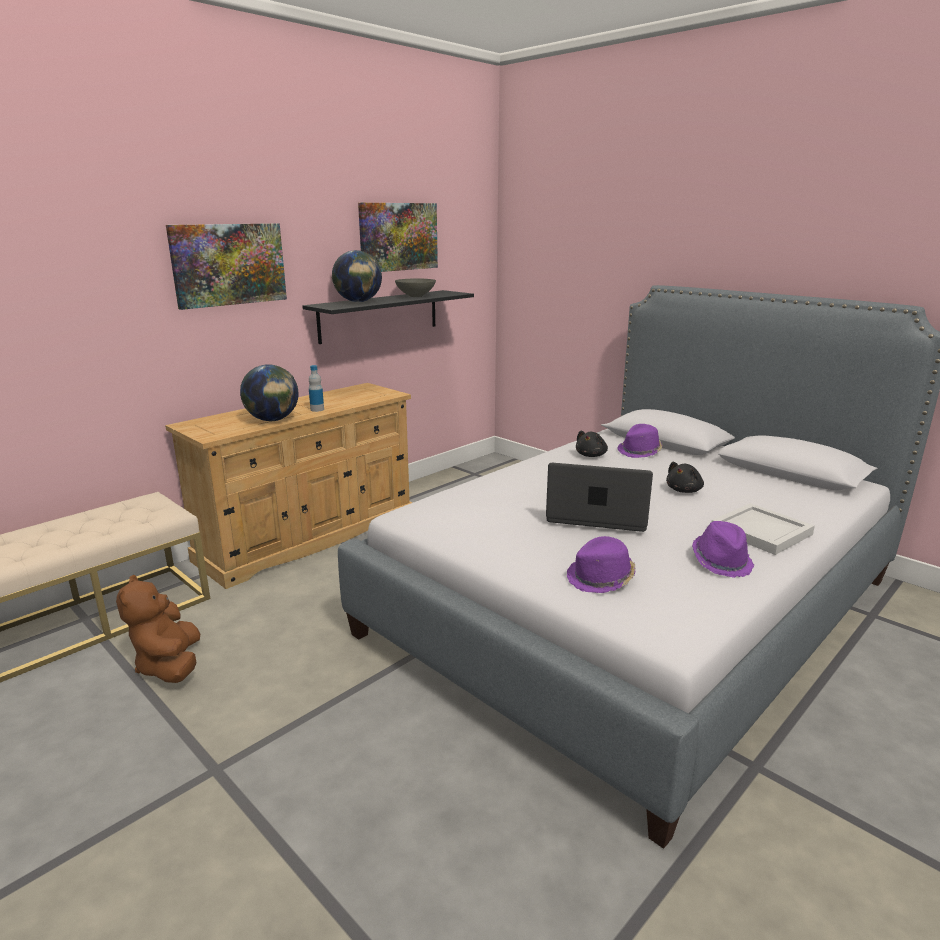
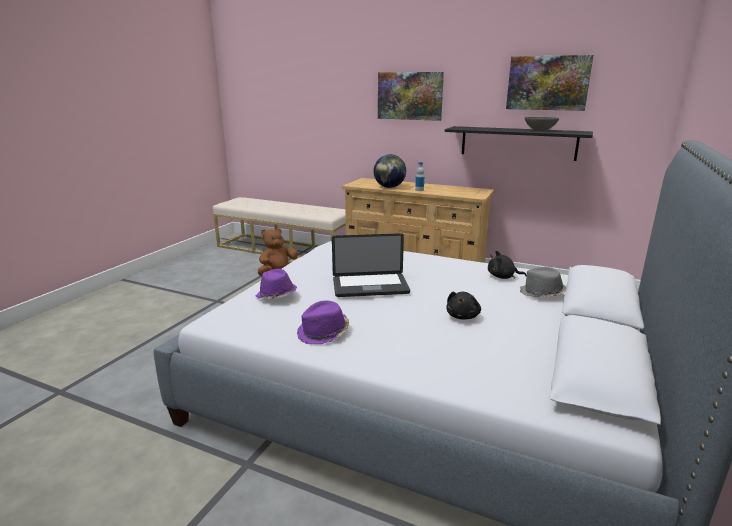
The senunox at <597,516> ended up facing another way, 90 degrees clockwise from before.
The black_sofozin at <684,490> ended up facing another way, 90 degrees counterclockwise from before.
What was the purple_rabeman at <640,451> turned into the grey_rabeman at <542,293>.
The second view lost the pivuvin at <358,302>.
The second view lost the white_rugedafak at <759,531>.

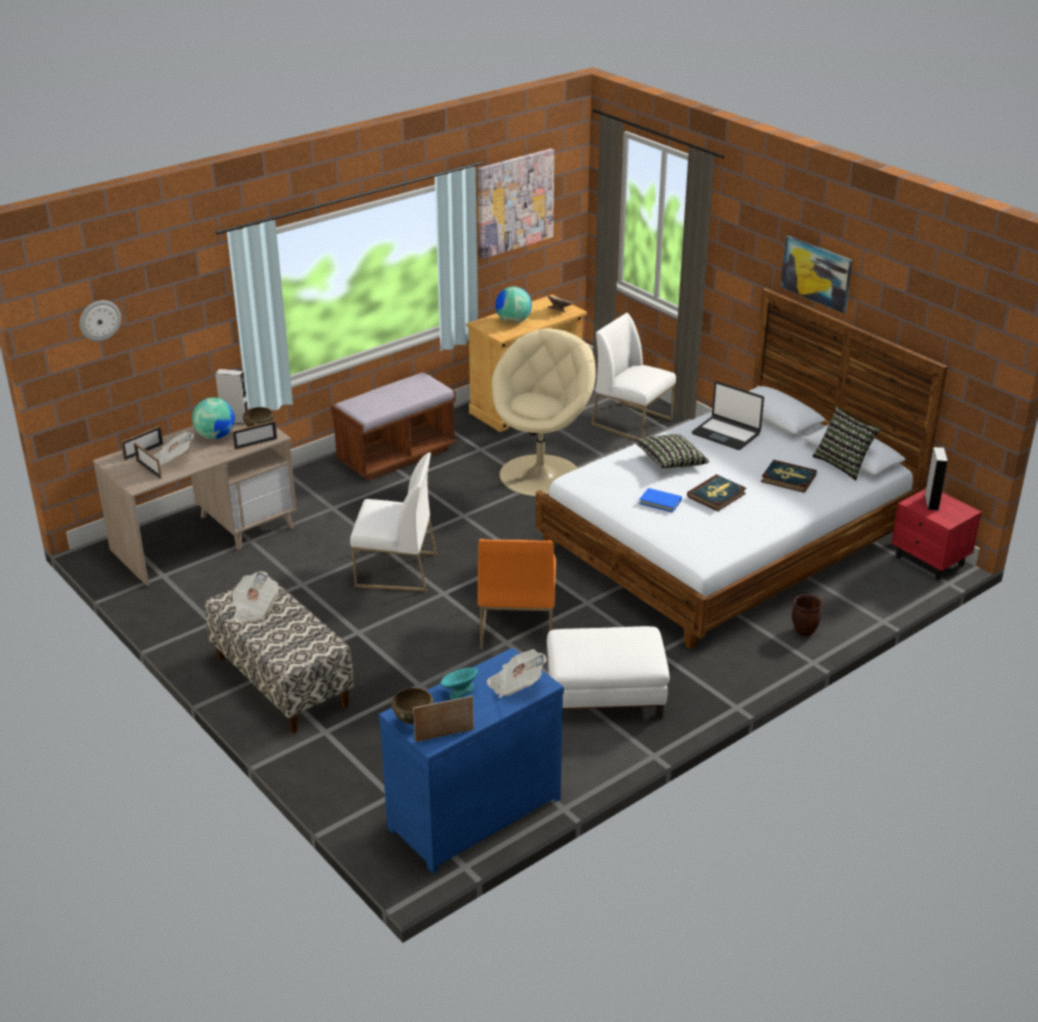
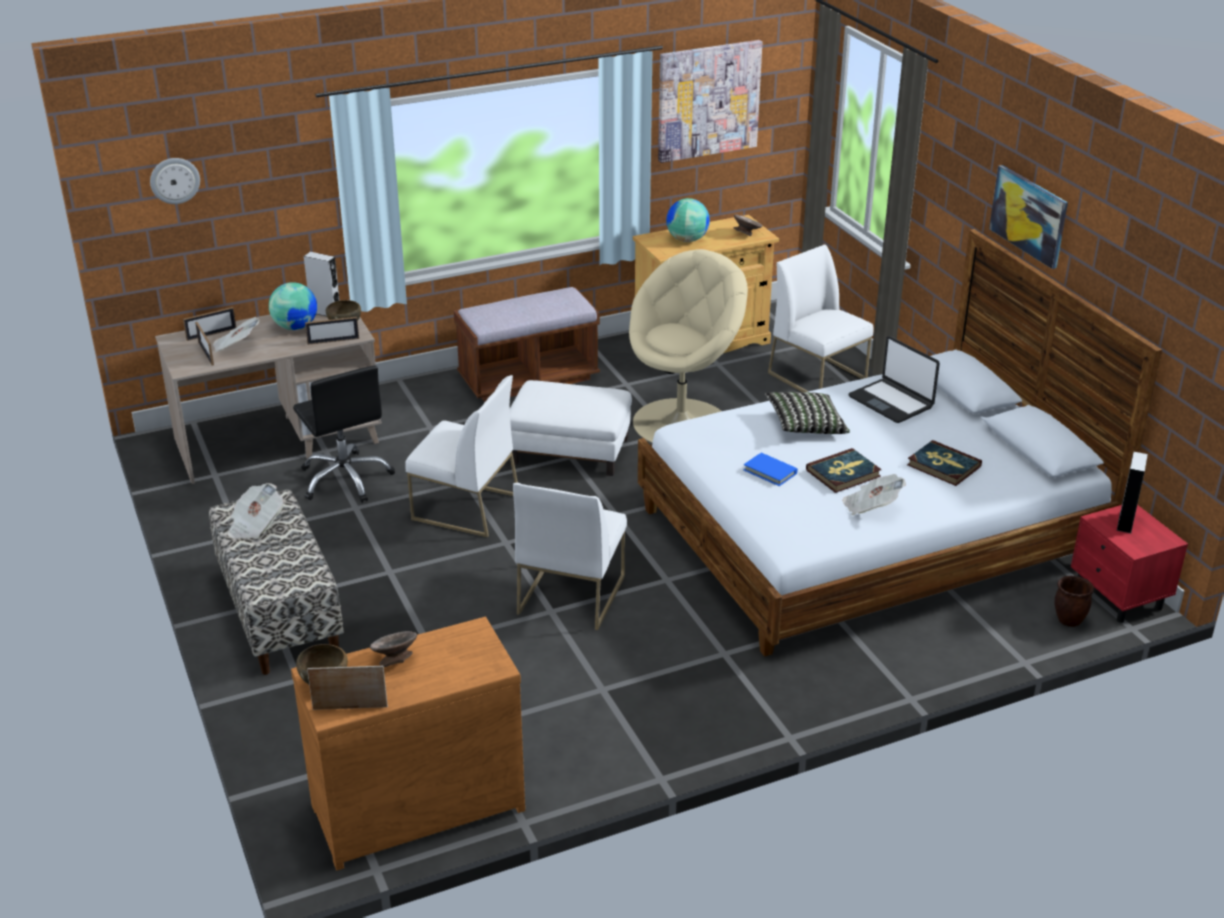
What was the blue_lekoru at <470,811> turned into the brown_lekoru at <415,804>.
The second view gained the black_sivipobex at <346,479>.
What was the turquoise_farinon at <459,692> turned into the grey_farinon at <394,659>.
The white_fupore ended up elsewhere, having gone from <605,696> to <569,451>.
What was the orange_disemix at <516,626> turned into the white_disemix at <570,594>.
The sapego ended up elsewhere, having gone from <516,685> to <871,507>.
The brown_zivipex ended up elsewhere, having gone from <804,631> to <1069,620>.
The second view lost the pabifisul at <843,464>.

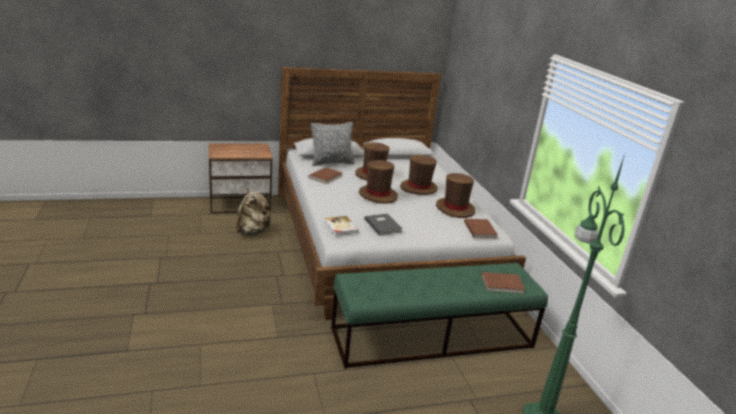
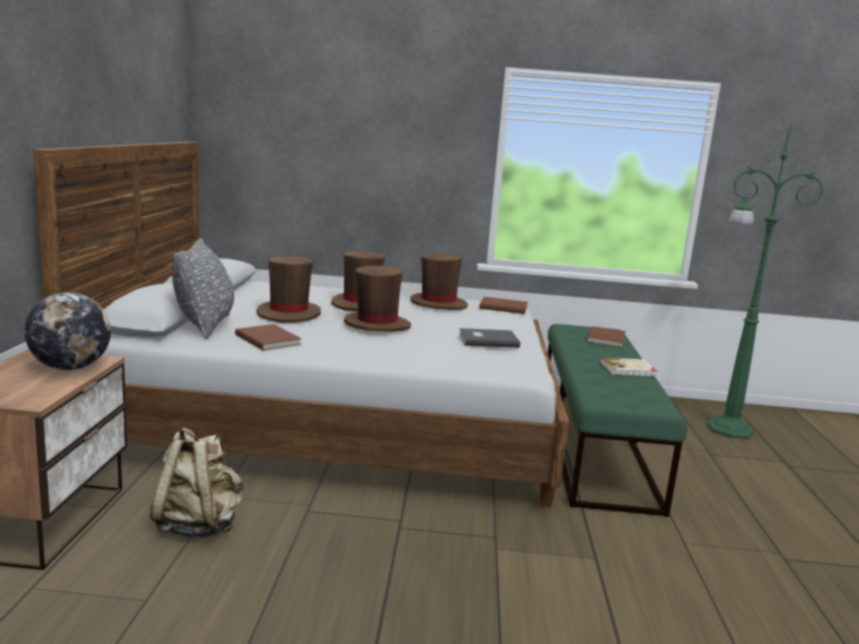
The second view gained the pivuvin at <70,368>.
The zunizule ended up elsewhere, having gone from <340,227> to <628,369>.

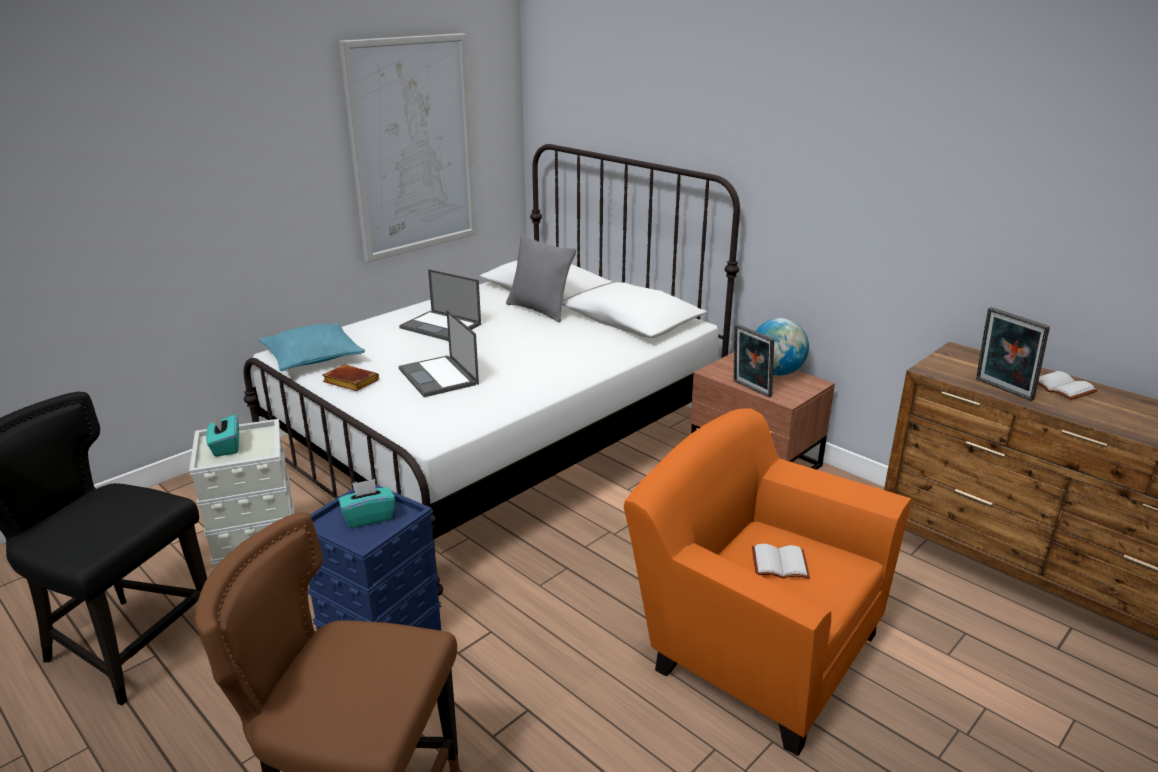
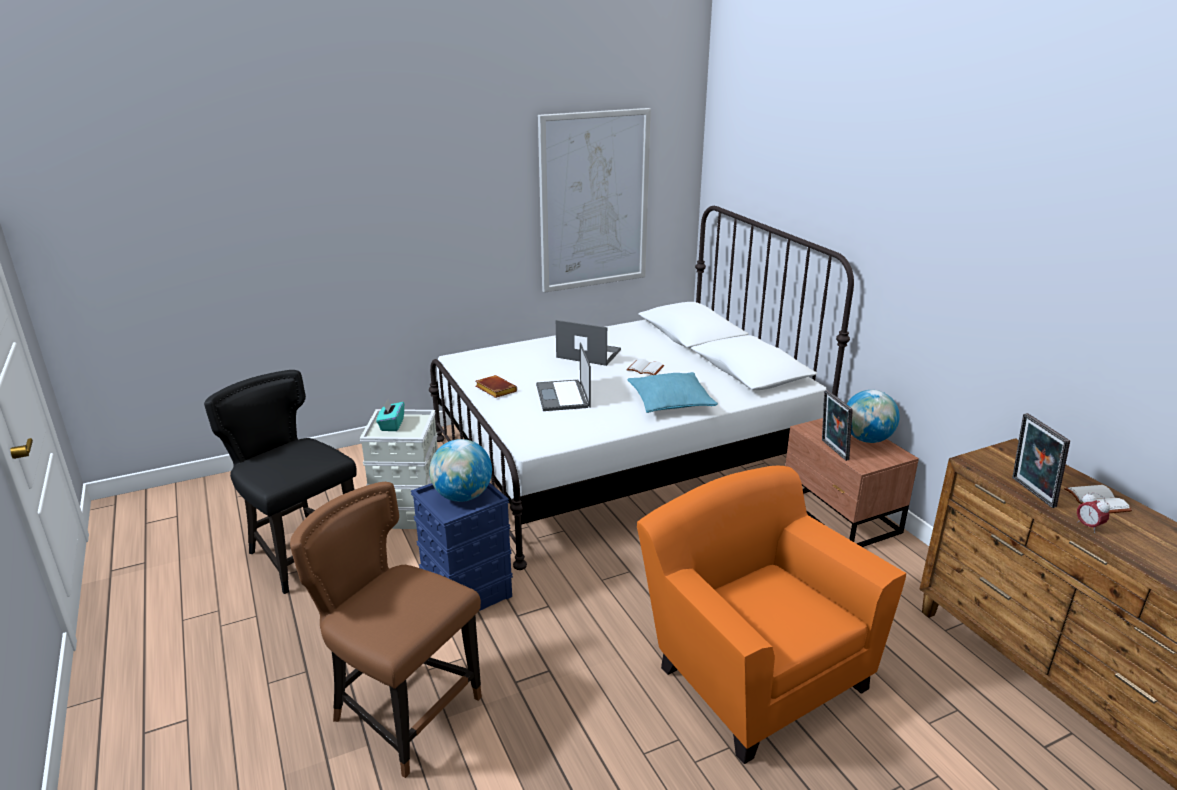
Where the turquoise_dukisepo stood at <368,517>, the pivuvin came to stand at <463,496>.
The senunox at <441,326> ended up facing another way, 150 degrees clockwise from before.
The white_zunizule ended up elsewhere, having gone from <779,565> to <644,369>.
The turquoise_pabifisul ended up elsewhere, having gone from <313,357> to <670,402>.
The second view gained the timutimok at <1088,526>.
The second view lost the grey_pabifisul at <539,310>.

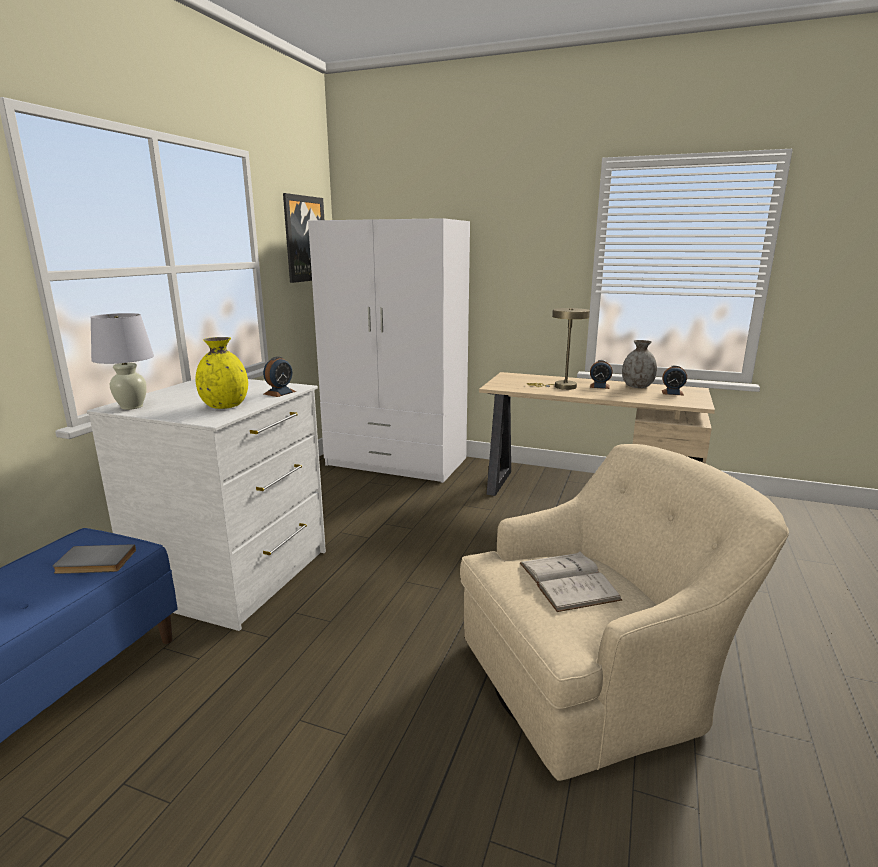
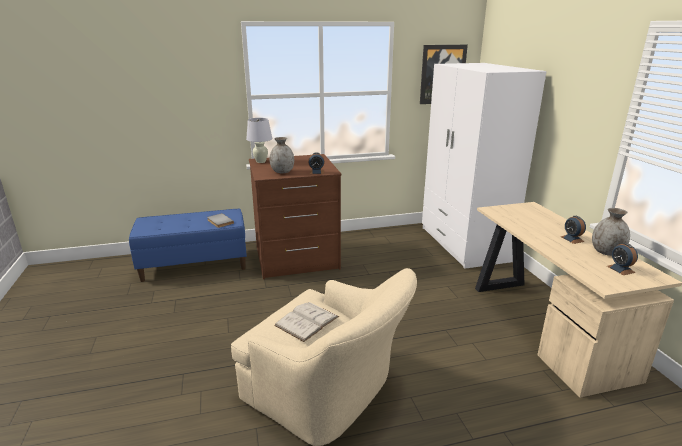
What was the white_lekoru at <235,575> turned into the brown_lekoru at <297,259>.
What was the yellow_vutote at <225,406> turned into the grey_vutote at <282,172>.
The second view lost the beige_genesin at <561,387>.

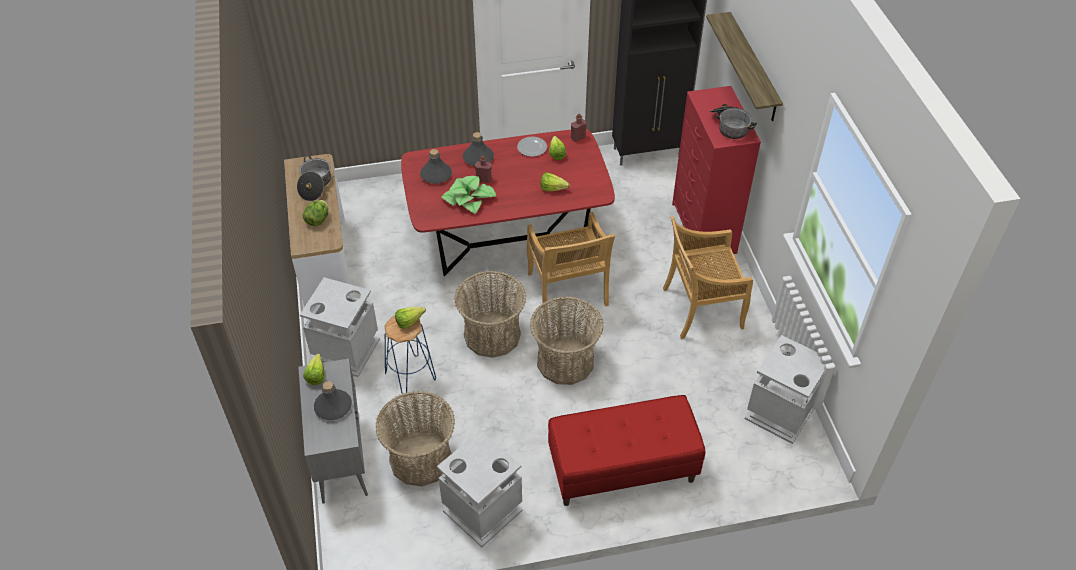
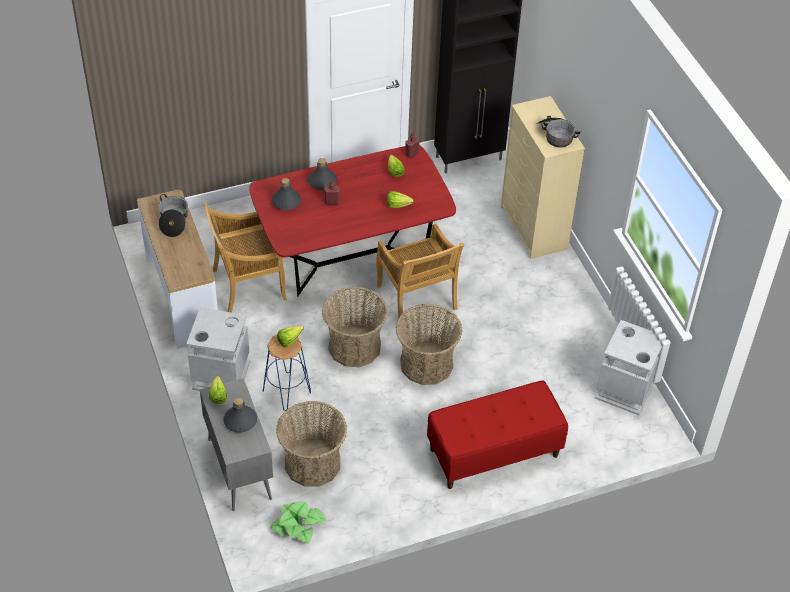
The beige_disemix ended up elsewhere, having gone from <701,309> to <247,285>.
The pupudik ended up elsewhere, having gone from <469,199> to <298,525>.
What was the red_lekoru at <704,229> turned into the beige_lekoru at <533,228>.
The second view lost the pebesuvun at <318,220>.
The second view lost the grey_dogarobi at <481,511>.
The second view lost the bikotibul at <531,147>.
The second view lost the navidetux at <753,68>.

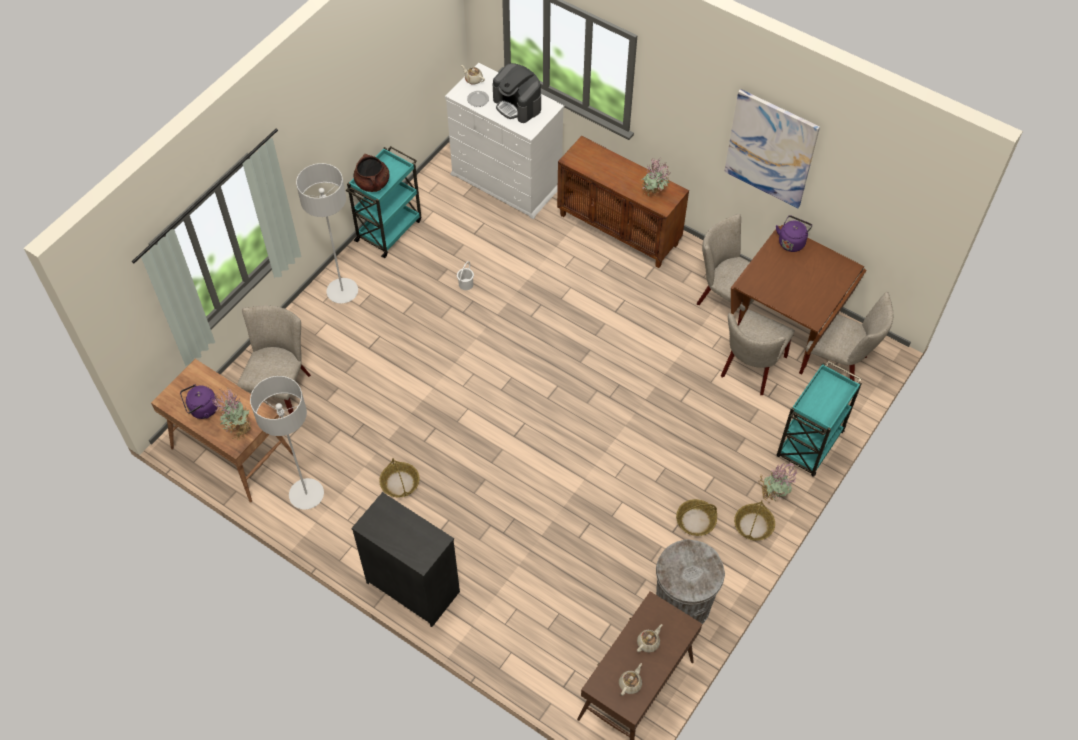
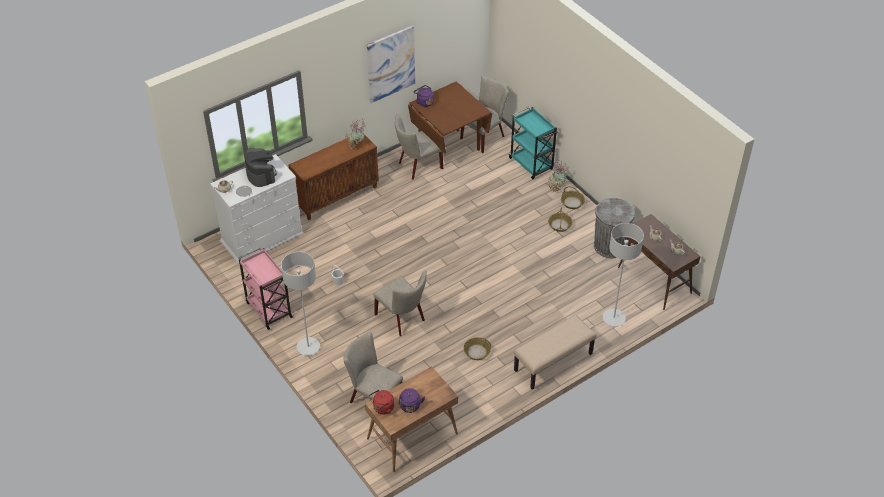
What was the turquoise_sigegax at <389,230> turned into the pink_sigegax at <268,309>.
The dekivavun at <517,104> ended up facing another way, 90 degrees counterclockwise from before.
The second view gained the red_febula at <382,408>.
The beige_disemix ended up elsewhere, having gone from <751,369> to <402,318>.
Where the black_lekoru stood at <413,586>, the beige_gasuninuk came to stand at <553,362>.
The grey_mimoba ended up elsewhere, having gone from <306,494> to <614,318>.
The second view lost the pupudik at <239,429>.
The second view lost the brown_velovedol at <373,183>.

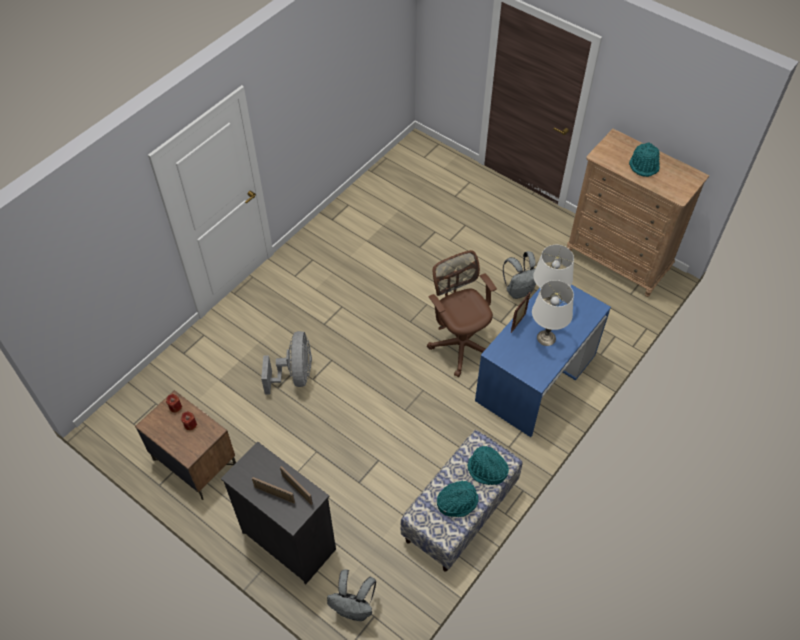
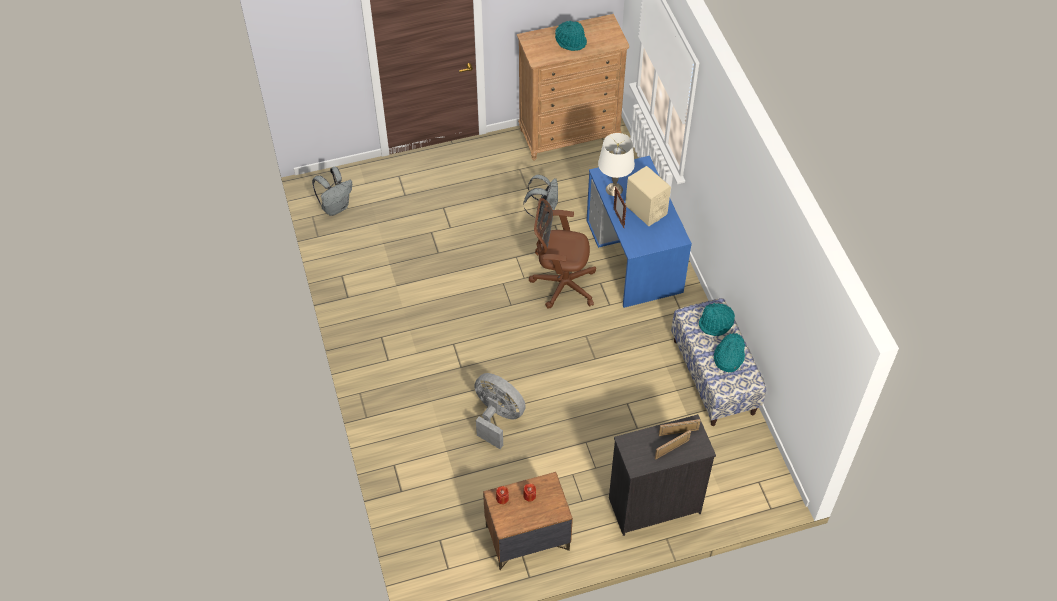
The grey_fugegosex ended up elsewhere, having gone from <354,608> to <336,207>.
Where the white_genesin stood at <546,337>, the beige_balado came to stand at <645,210>.

